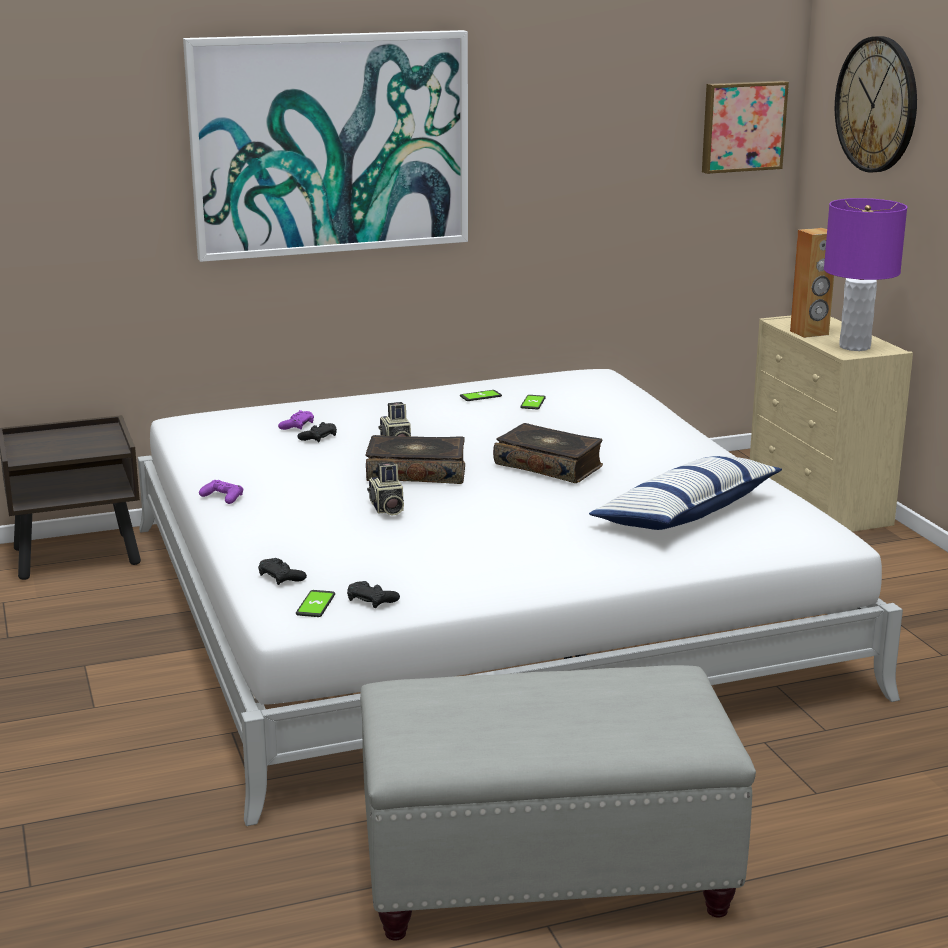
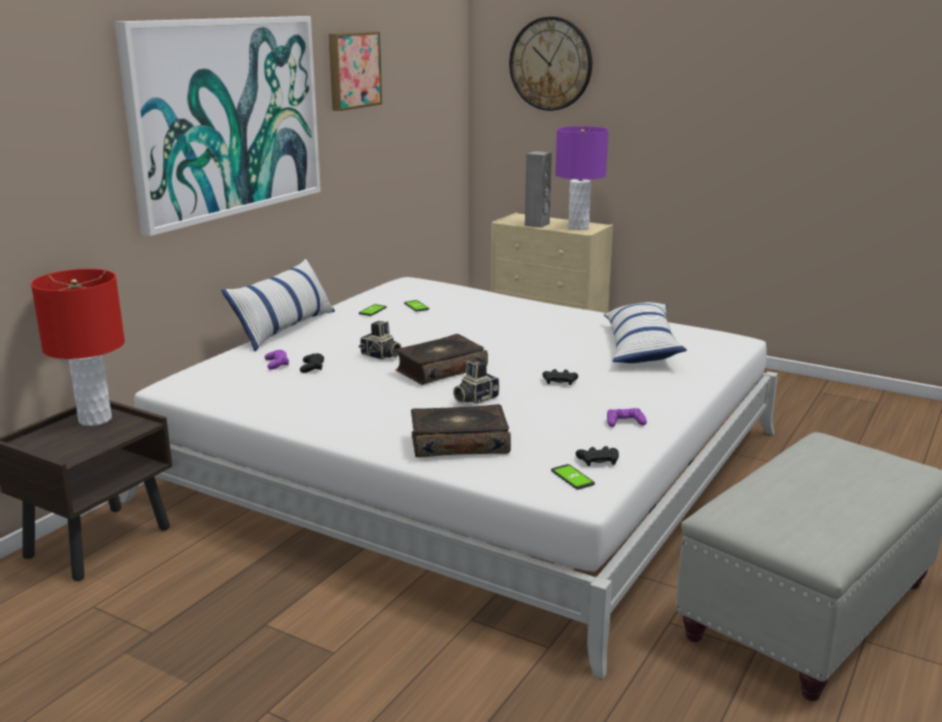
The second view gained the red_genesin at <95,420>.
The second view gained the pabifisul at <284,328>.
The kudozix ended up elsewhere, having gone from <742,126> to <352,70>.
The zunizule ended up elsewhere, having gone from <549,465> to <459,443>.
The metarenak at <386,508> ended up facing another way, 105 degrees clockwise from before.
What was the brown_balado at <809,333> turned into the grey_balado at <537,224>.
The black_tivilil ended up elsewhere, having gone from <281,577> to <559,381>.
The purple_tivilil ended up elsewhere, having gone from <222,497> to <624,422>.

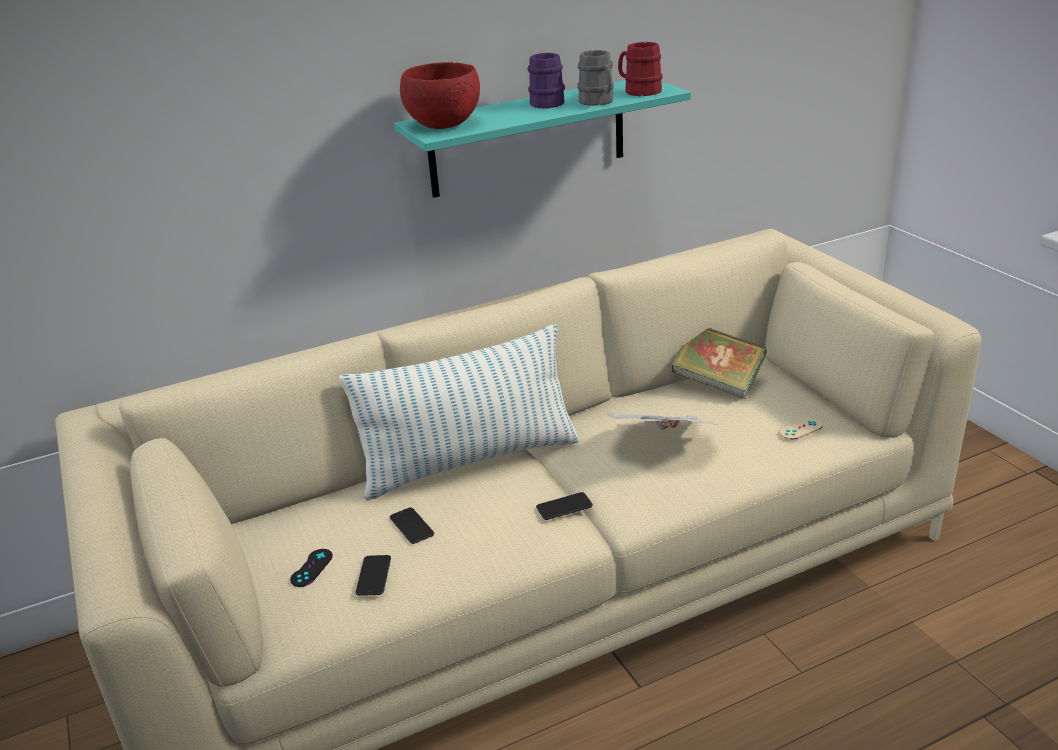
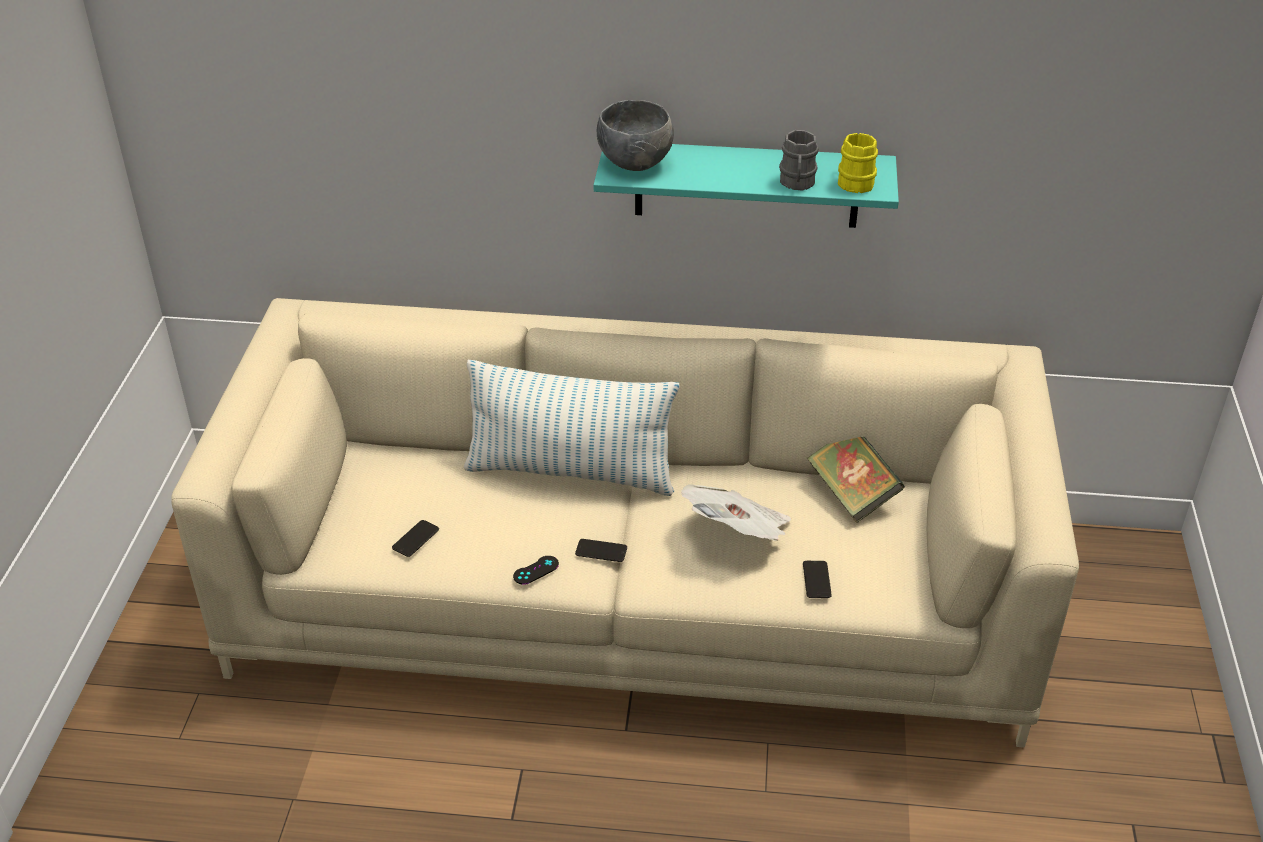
The black_tivilil ended up elsewhere, having gone from <311,568> to <536,570>.
What was the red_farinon at <443,125> turned into the grey_farinon at <635,163>.
The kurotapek ended up elsewhere, having gone from <411,526> to <816,580>.
What was the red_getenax at <638,91> turned into the yellow_getenax at <853,181>.
The second view lost the purple_getenax at <549,102>.
The second view lost the beige_tivilil at <801,429>.

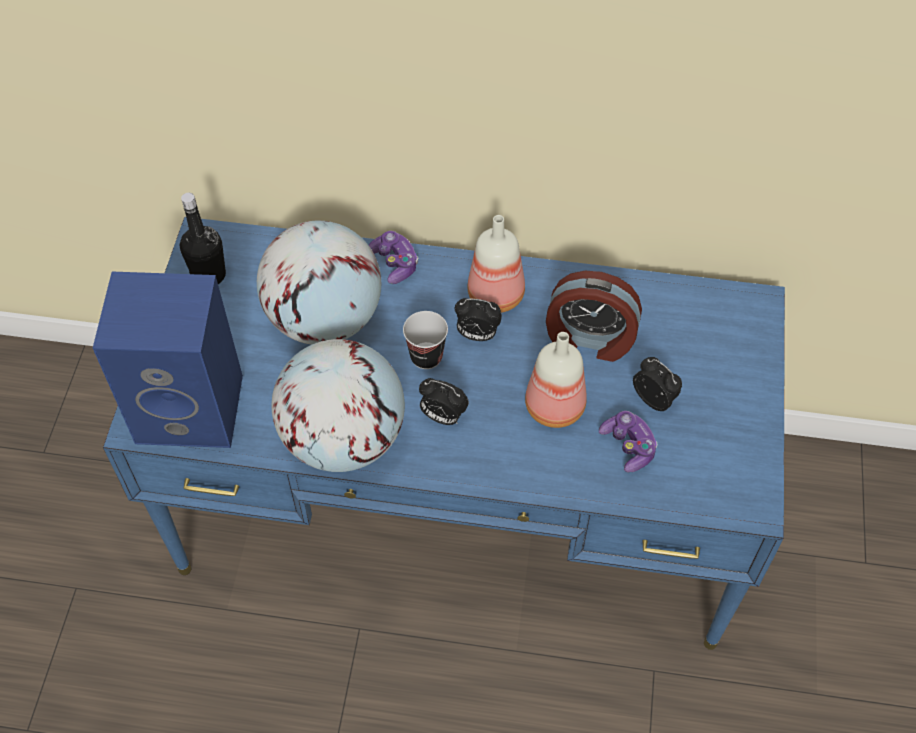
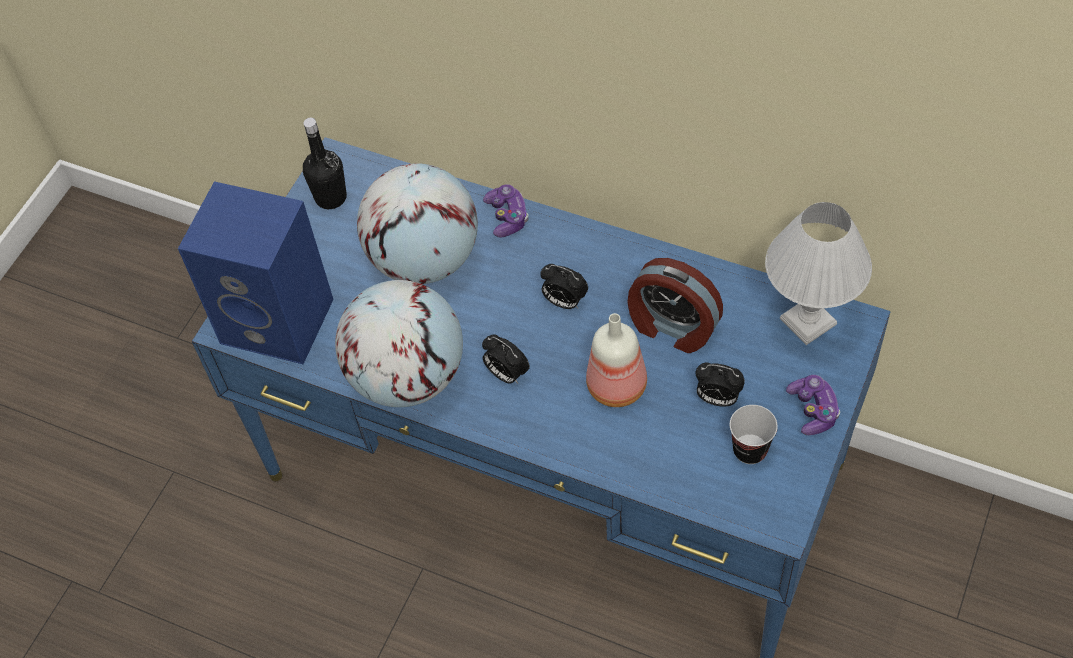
The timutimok at <654,399> ended up facing another way, 135 degrees clockwise from before.
The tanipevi ended up elsewhere, having gone from <426,357> to <750,450>.
The second view gained the white_genesin at <807,322>.
The tivilil ended up elsewhere, having gone from <628,446> to <813,410>.
The second view lost the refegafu at <497,294>.

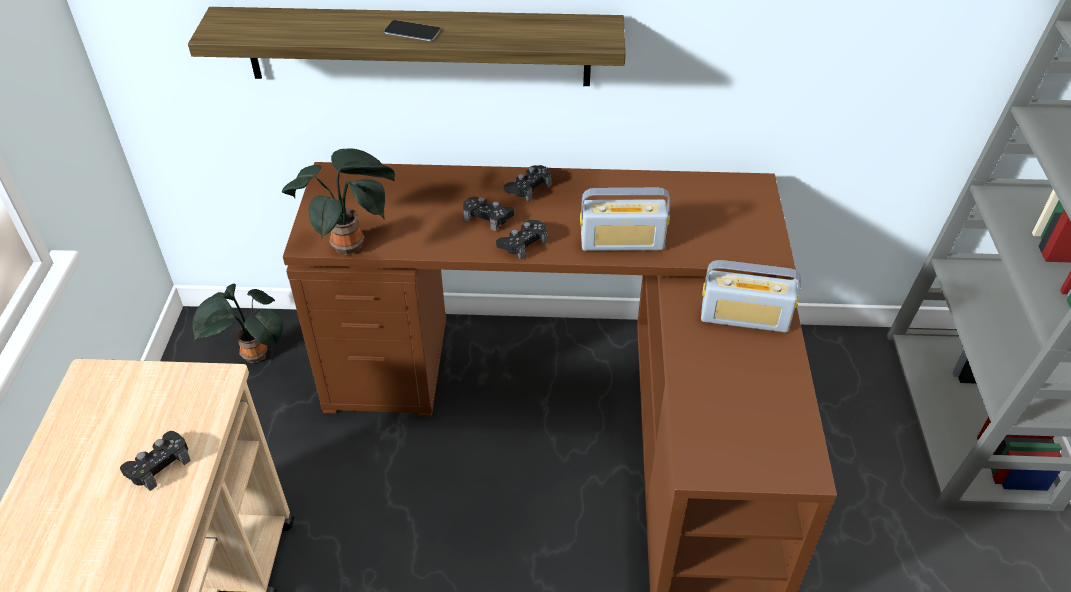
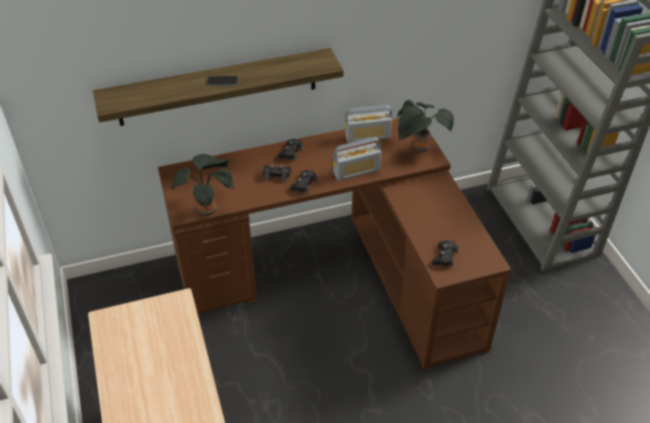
The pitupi ended up elsewhere, having gone from <744,318> to <367,136>.
The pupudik ended up elsewhere, having gone from <252,356> to <419,149>.
The black_tivilil ended up elsewhere, having gone from <159,464> to <444,257>.

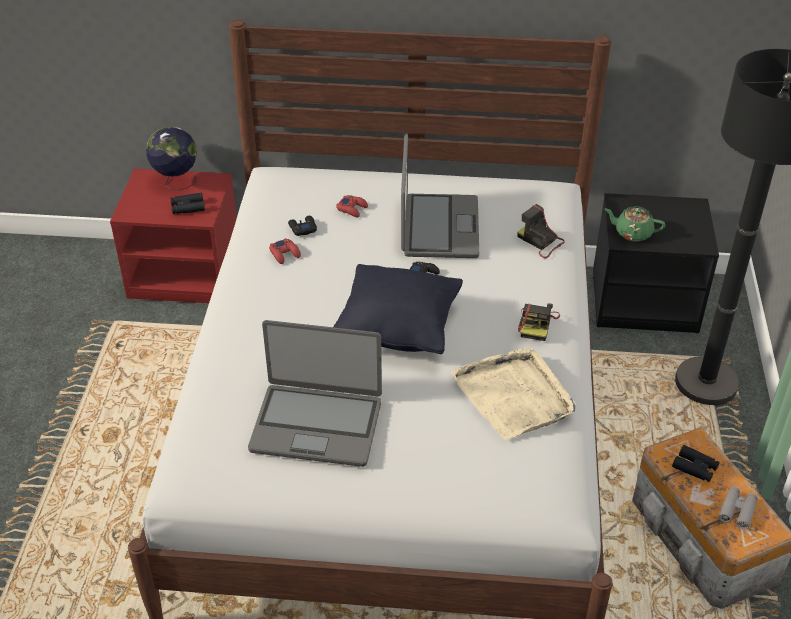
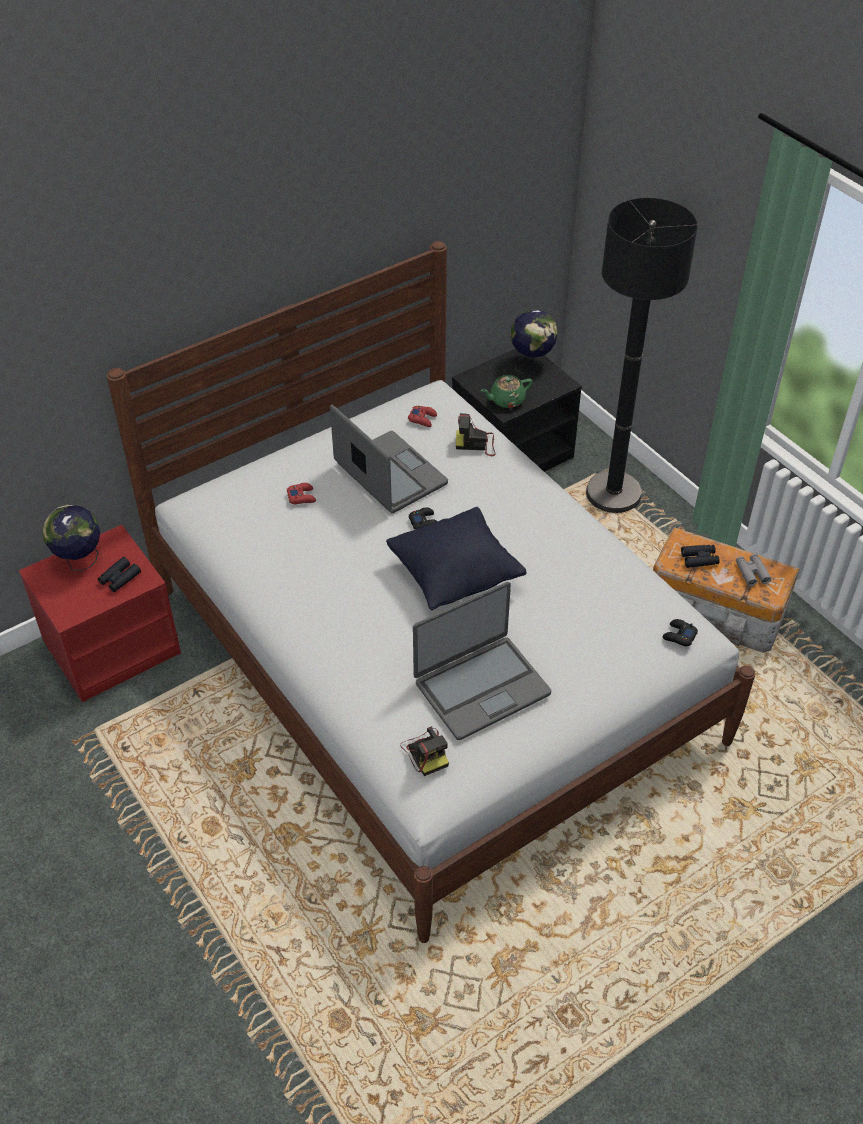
The metarenak ended up elsewhere, having gone from <537,324> to <426,752>.
The red_tivilil ended up elsewhere, having gone from <285,254> to <422,419>.
The second view gained the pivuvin at <532,362>.
The black_tivilil ended up elsewhere, having gone from <302,228> to <679,636>.
The second view lost the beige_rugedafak at <514,396>.

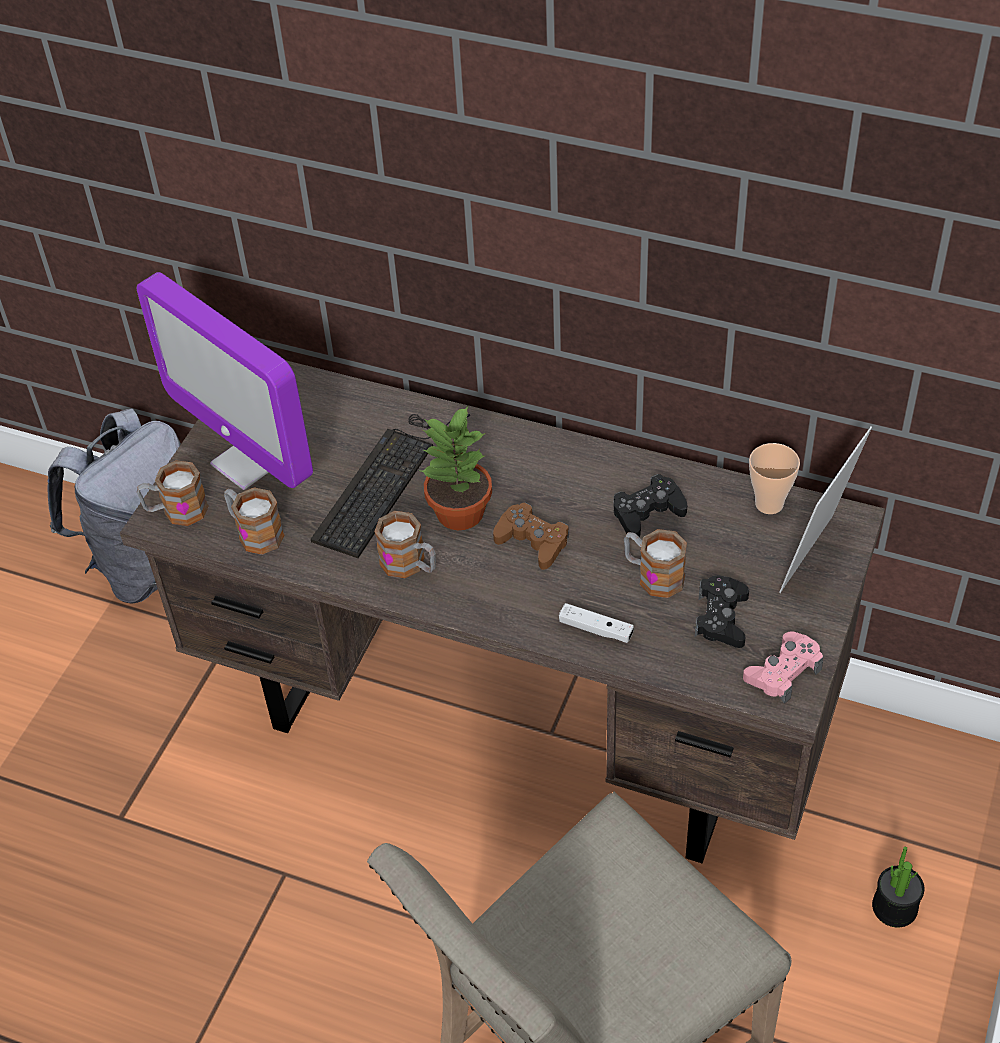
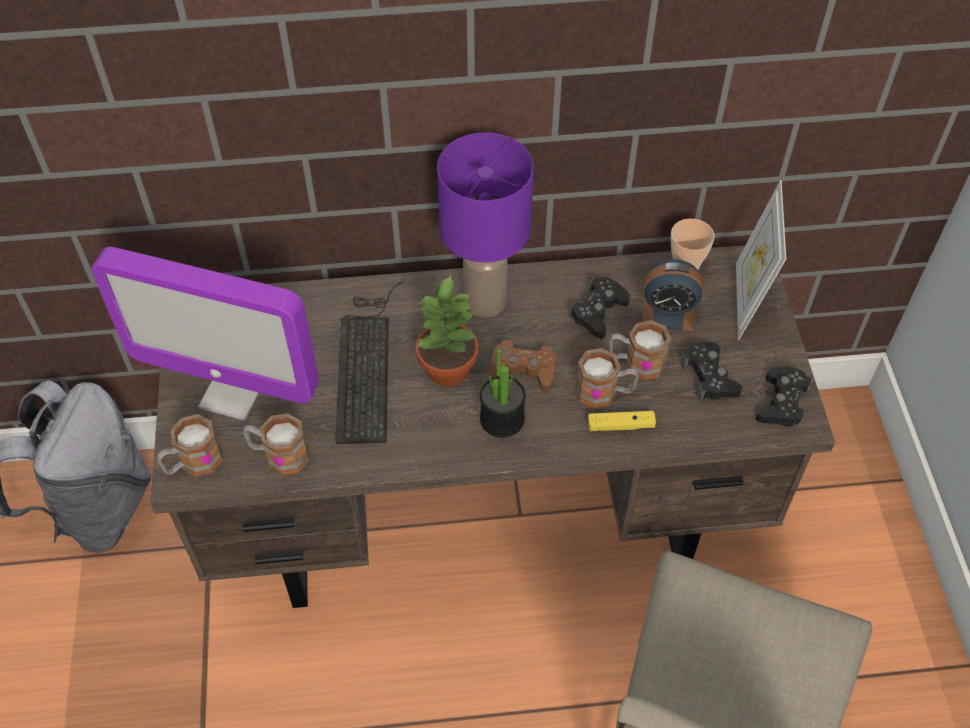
The second view gained the purple_genesin at <486,301>.
The pupudik ended up elsewhere, having gone from <894,907> to <502,419>.
The getenax ended up elsewhere, having gone from <410,565> to <604,392>.
What was the white_tivilil at <596,629> turned into the yellow_tivilil at <620,425>.
The second view gained the timutimok at <668,313>.
What was the pink_tivilil at <783,672> turned into the black_tivilil at <782,403>.

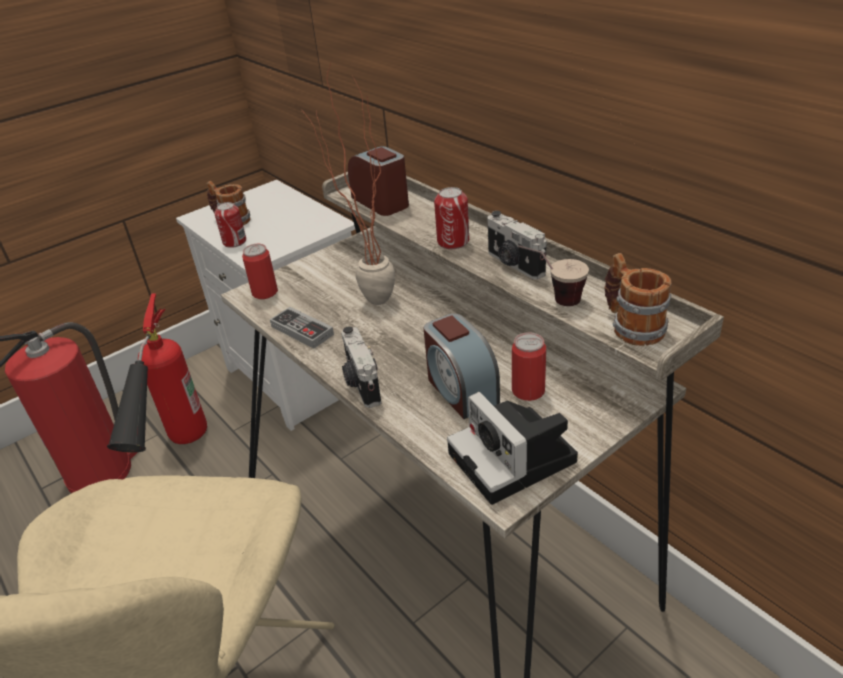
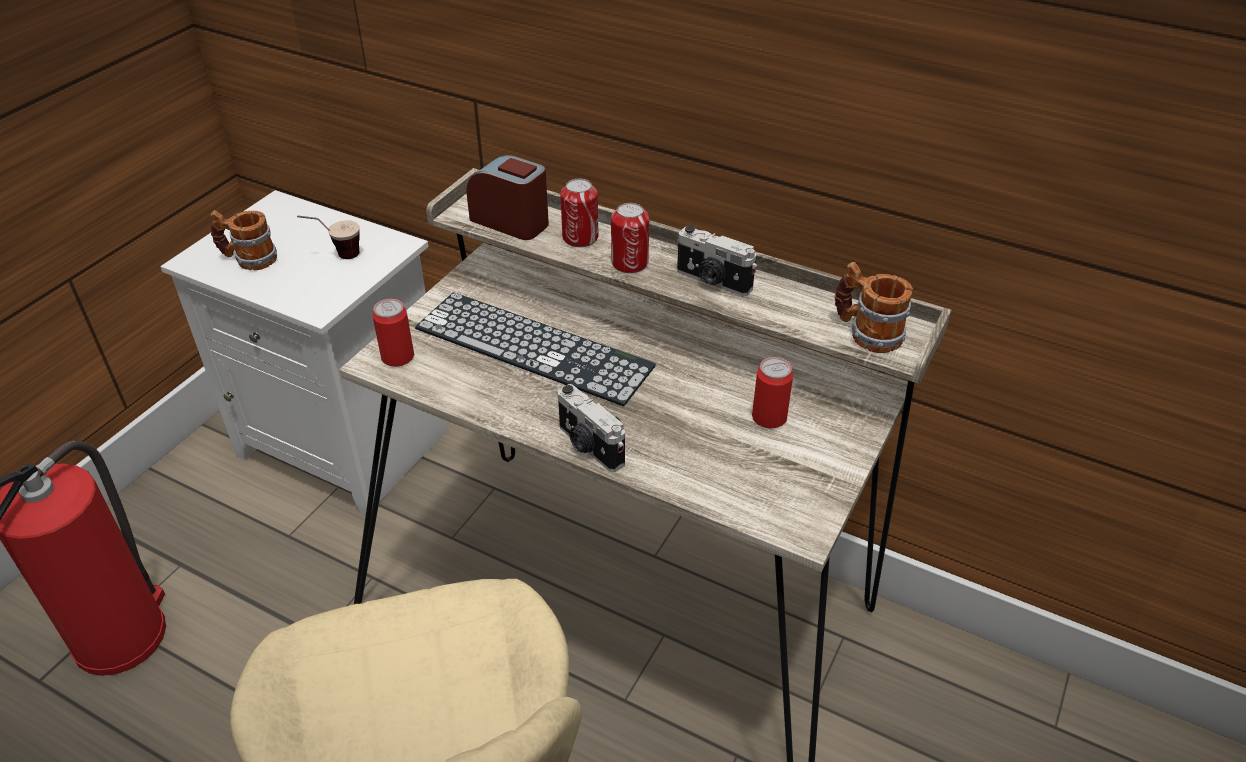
The tanipevi ended up elsewhere, having gone from <552,300> to <336,255>.
Where the pupudik stood at <366,301>, the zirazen came to stand at <533,347>.
The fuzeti ended up elsewhere, having gone from <234,242> to <580,237>.
The second view lost the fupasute at <177,458>.
The second view lost the tivilil at <302,330>.
The second view lost the timutimok at <460,389>.
The second view lost the metarenak at <516,460>.

